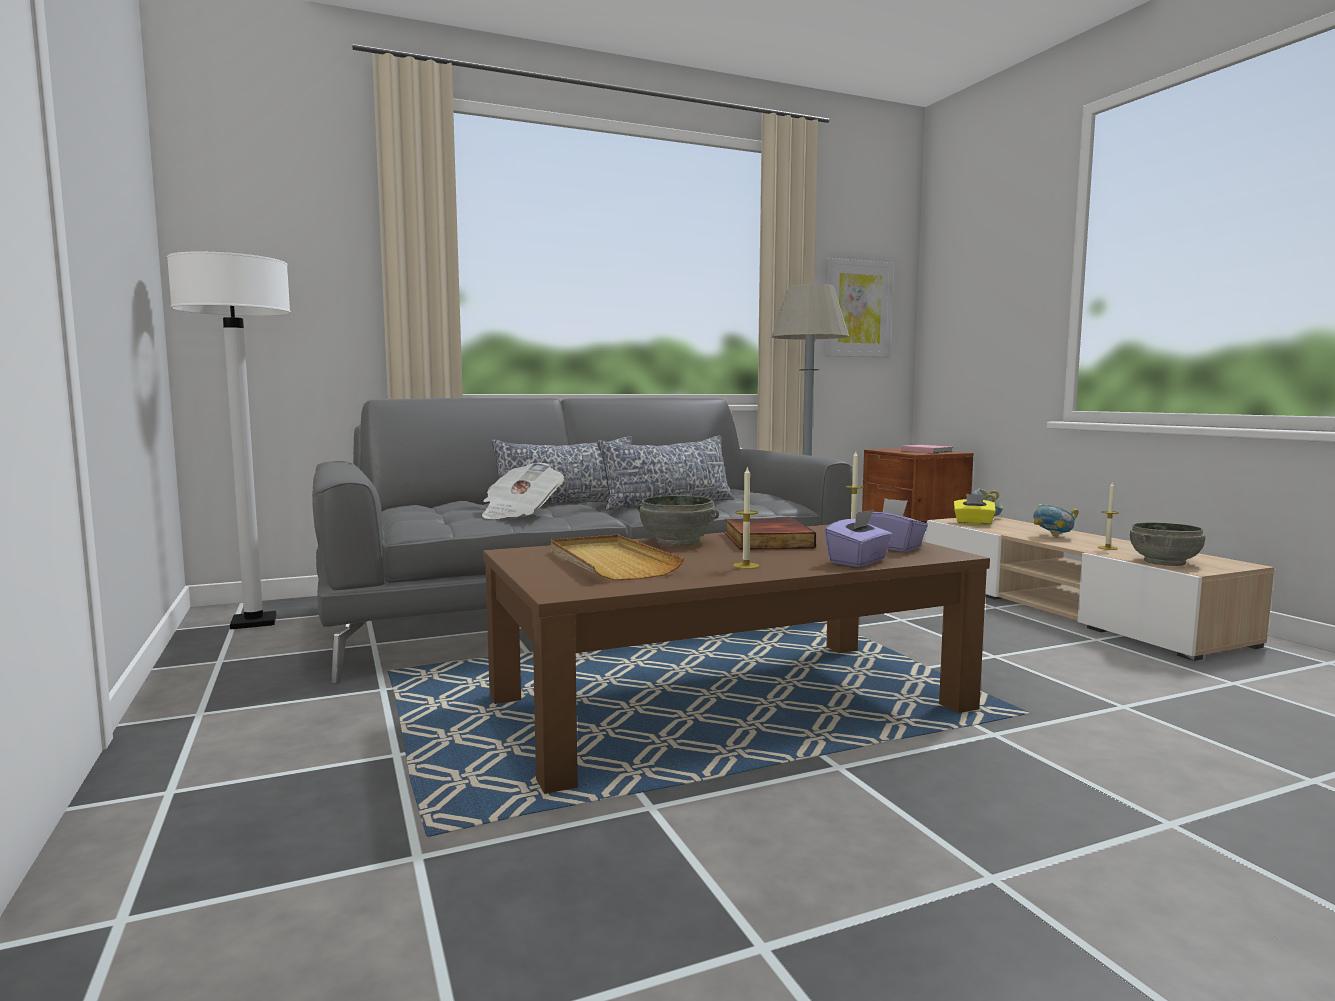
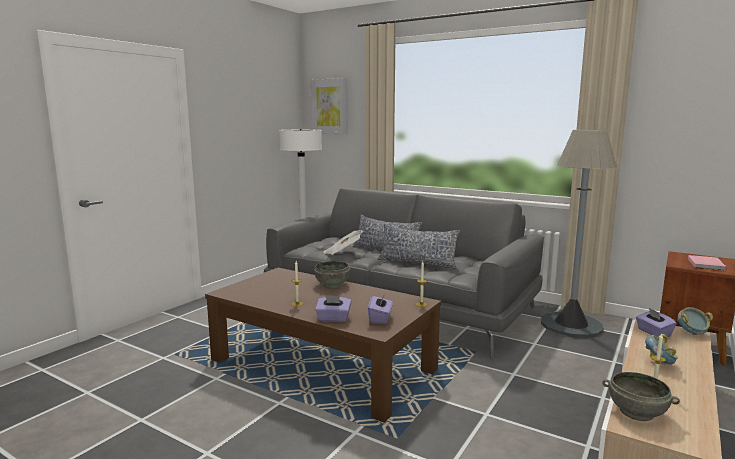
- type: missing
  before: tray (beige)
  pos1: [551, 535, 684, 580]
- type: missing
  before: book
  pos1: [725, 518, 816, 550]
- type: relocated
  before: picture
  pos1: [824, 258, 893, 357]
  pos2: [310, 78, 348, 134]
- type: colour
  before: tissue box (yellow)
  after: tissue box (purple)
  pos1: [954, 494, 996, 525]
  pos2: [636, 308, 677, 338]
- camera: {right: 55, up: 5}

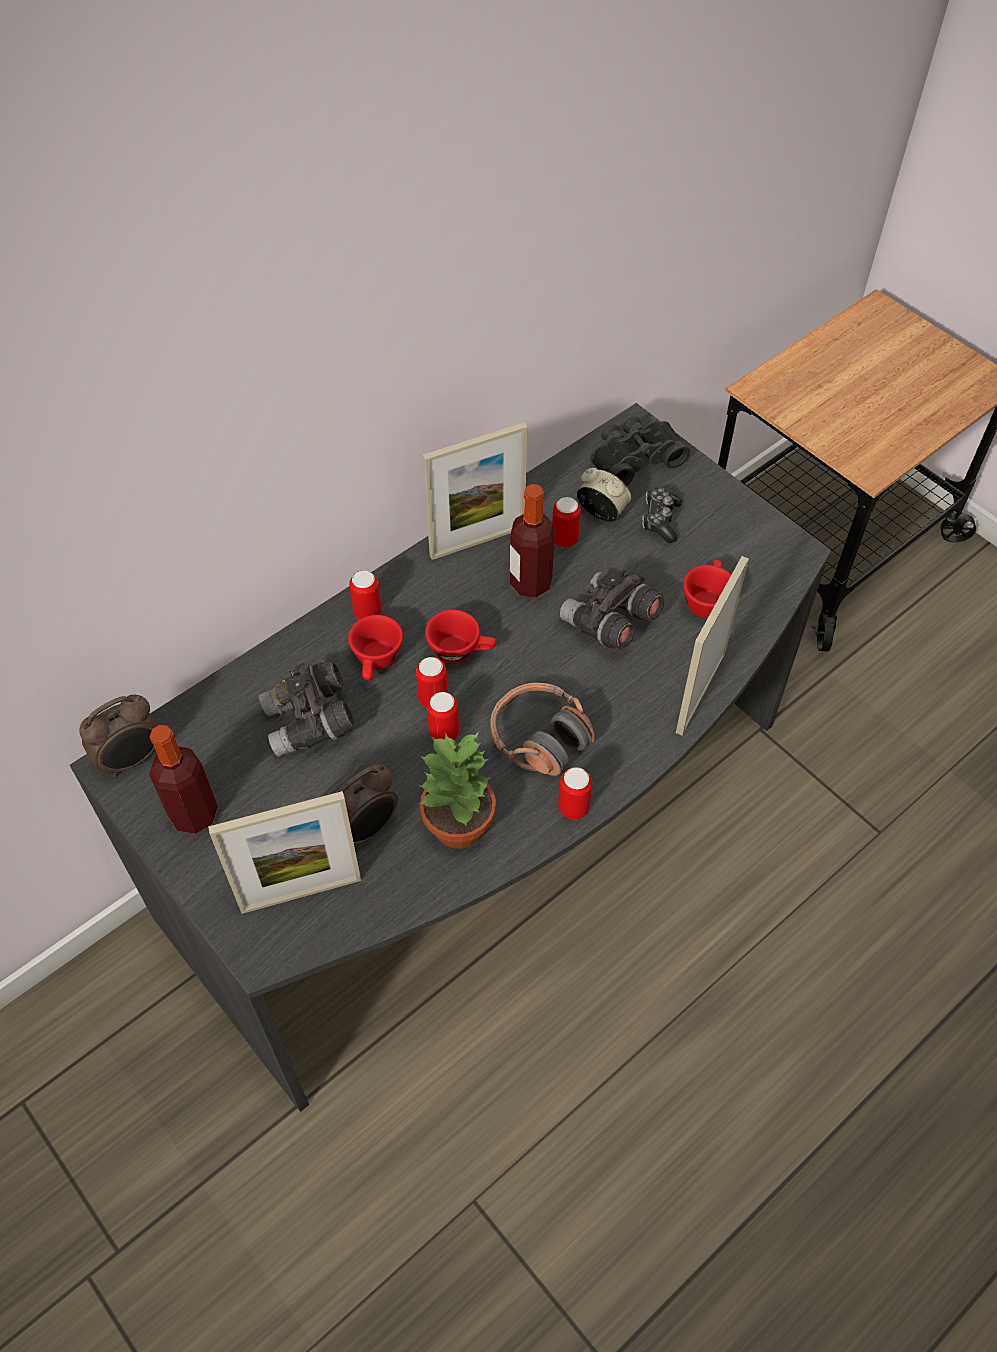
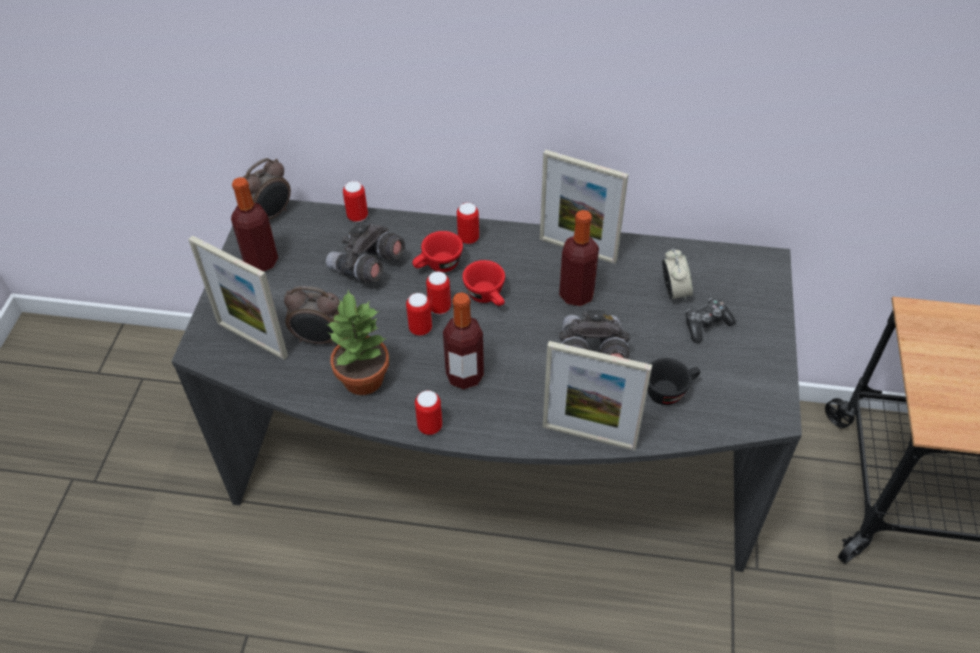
- type: spun
  before: alarm clock
  pos1: [79, 695, 157, 778]
  pos2: [242, 158, 291, 220]
  turn: -60
- type: exchanged
  before: headphones
  after: bottle
  pos1: [491, 683, 595, 776]
  pos2: [443, 292, 484, 389]
- type: relocated
  before: can
  pos1: [552, 497, 581, 548]
  pos2: [343, 181, 368, 222]
- type: missing
  before: binoculars (black)
  pos1: [590, 416, 690, 486]
- type: spun
  before: picture frame
  pos1: [676, 556, 749, 735]
  pos2: [543, 341, 652, 451]
  turn: -150
- type: colour
  before: cup (red)
  after: cup (black)
  pos1: [683, 559, 731, 618]
  pos2: [647, 358, 700, 405]
- camera: {right: 50, up: -5}

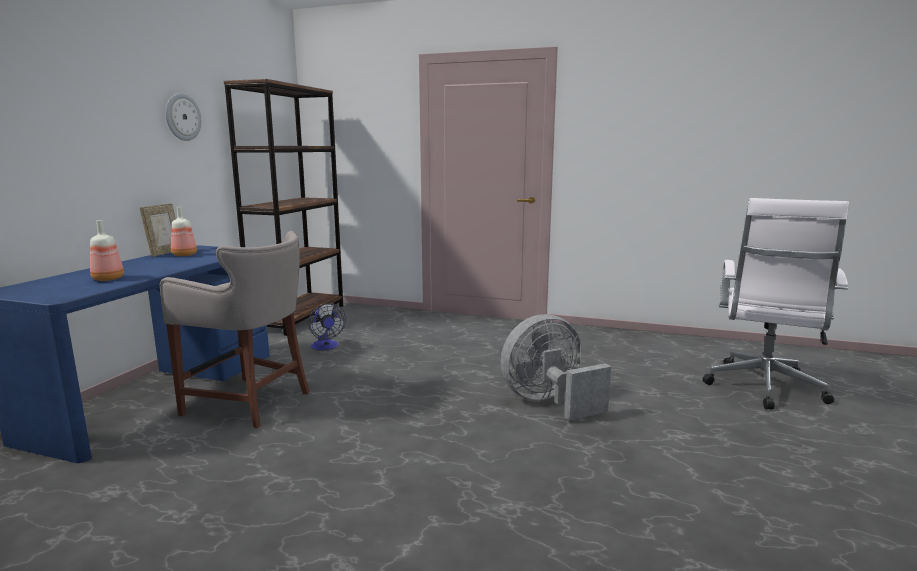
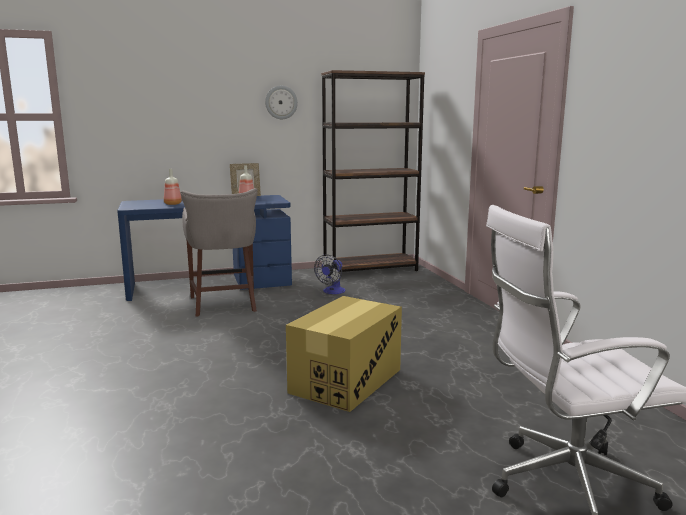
- type: exchanged
  before: fan (grey)
  after: cardboard box
  pos1: [501, 314, 611, 420]
  pos2: [286, 296, 402, 412]
- camera: {right: 55, up: 0}

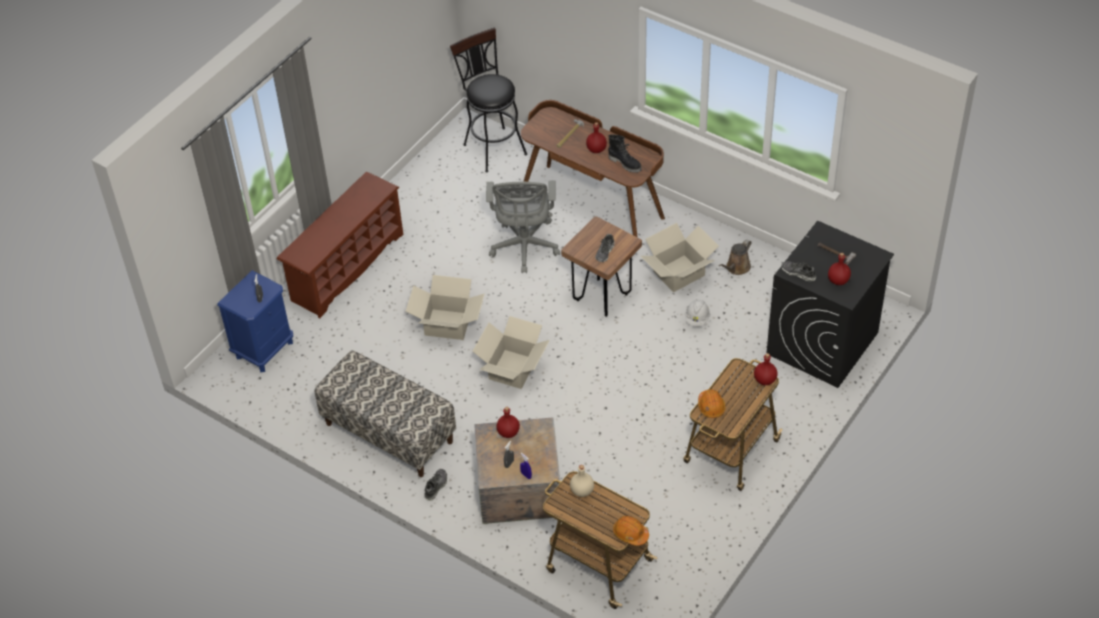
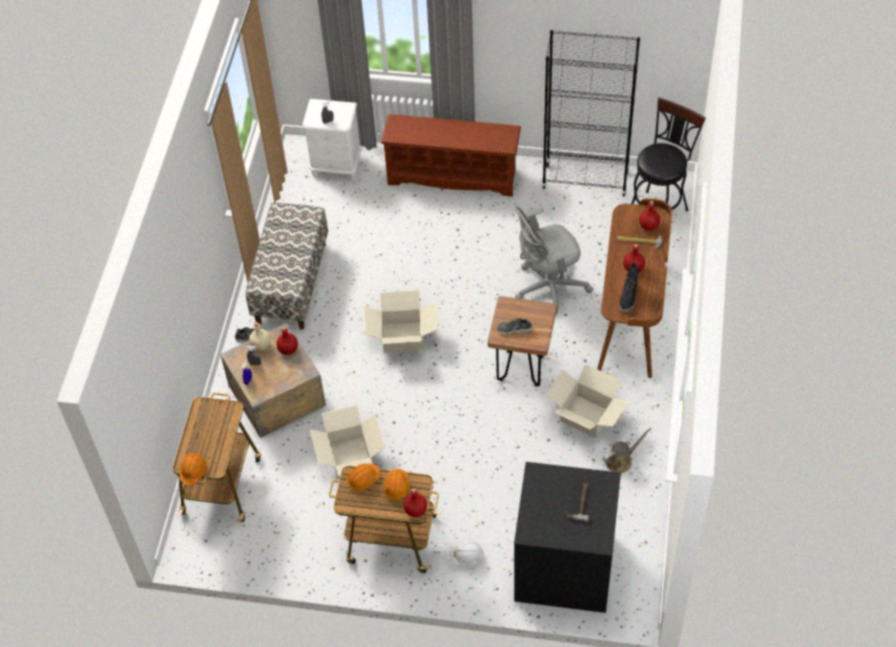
- type: colour
  before: nightstand (blue)
  after: nightstand (white)
  pos1: [217, 271, 293, 372]
  pos2: [302, 99, 362, 180]
- type: relocated
  before: cardboard box
  pos1: [406, 275, 484, 340]
  pos2: [310, 405, 385, 479]
- type: relocated
  before: bottle (beige)
  pos1: [570, 465, 594, 497]
  pos2: [249, 322, 271, 351]
- type: relocated
  before: hard hat (white)
  pos1: [685, 299, 710, 327]
  pos2: [450, 540, 484, 566]
- type: spun
  before: watering can (brown)
  pos1: [719, 239, 751, 275]
  pos2: [603, 428, 652, 473]
  turn: 135
- type: missing
  before: shoe
  pos1: [781, 261, 816, 281]
- type: relocated
  before: bottle (red)
  pos1: [828, 253, 851, 285]
  pos2: [639, 201, 660, 231]
- type: appeared
  after: hard hat (orange)
  pos2: [383, 469, 410, 500]
- type: appeared
  after: bookcase (black)
  pos2: [542, 30, 640, 196]
- camera: {right: 65, up: 5}

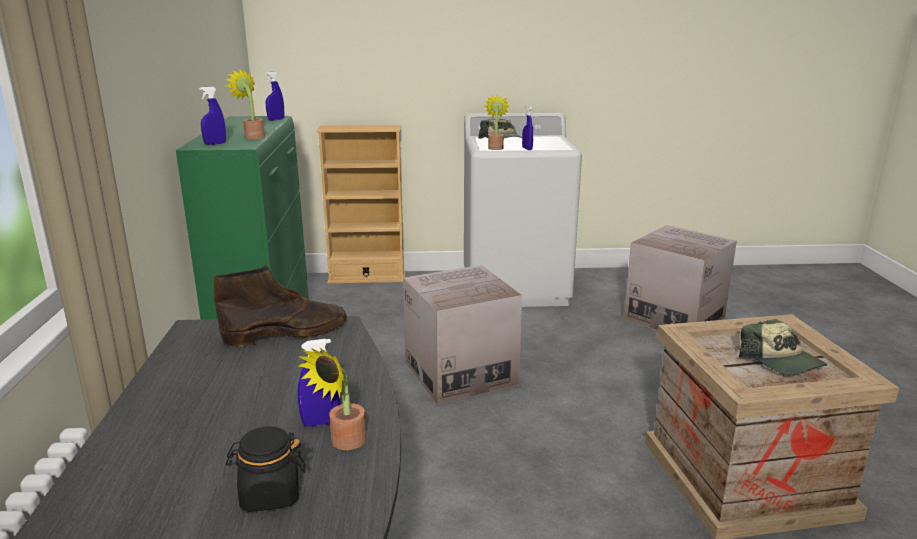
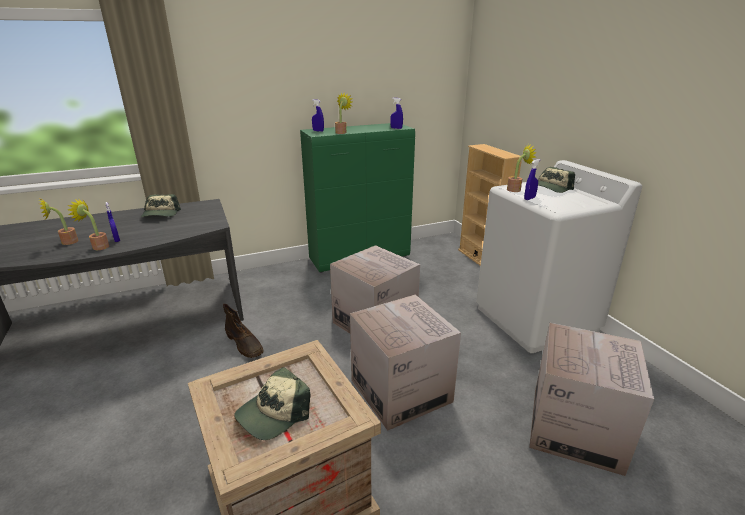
- type: relocated
  before: boot (brown)
  pos1: [213, 265, 347, 347]
  pos2: [223, 304, 264, 358]
- type: exchanged
  before: jar (black)
  after: potted plant
  pos1: [226, 426, 305, 512]
  pos2: [39, 199, 79, 245]
- type: appeared
  after: cap
  pos2: [141, 194, 181, 217]
- type: appeared
  after: cardboard box
  pos2: [350, 295, 461, 431]
- camera: {right: 70, up: 5}

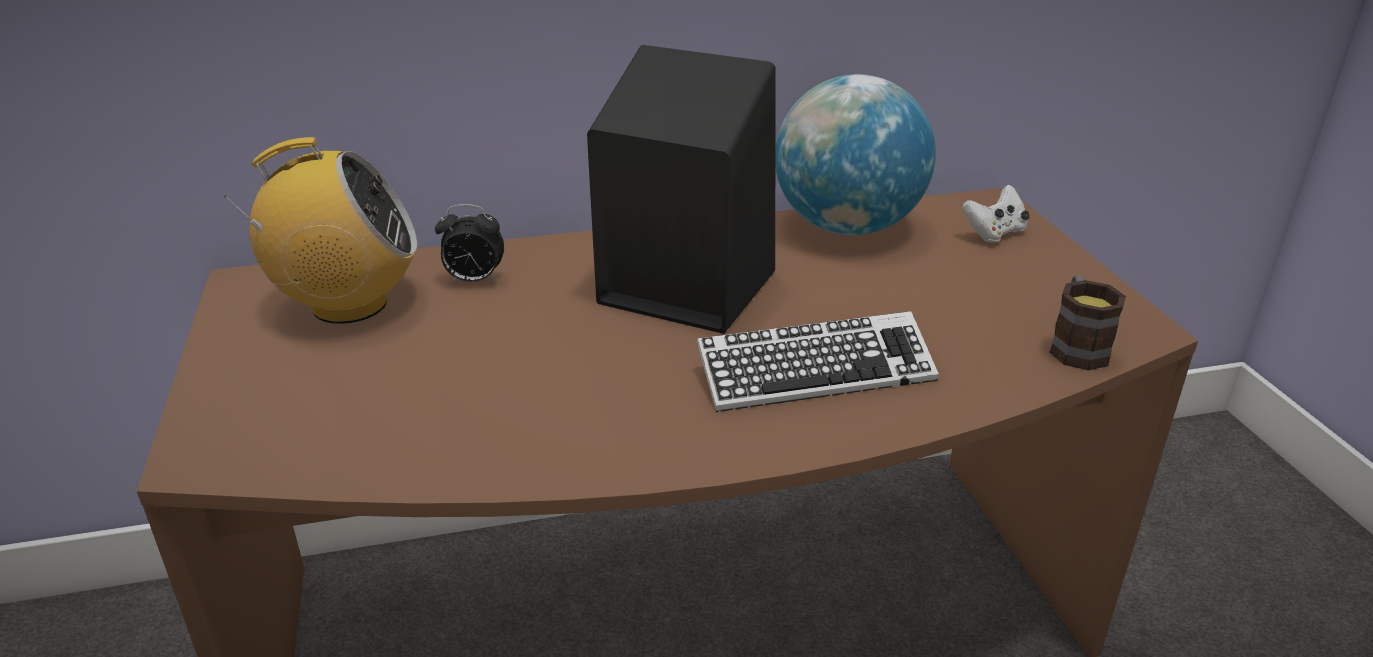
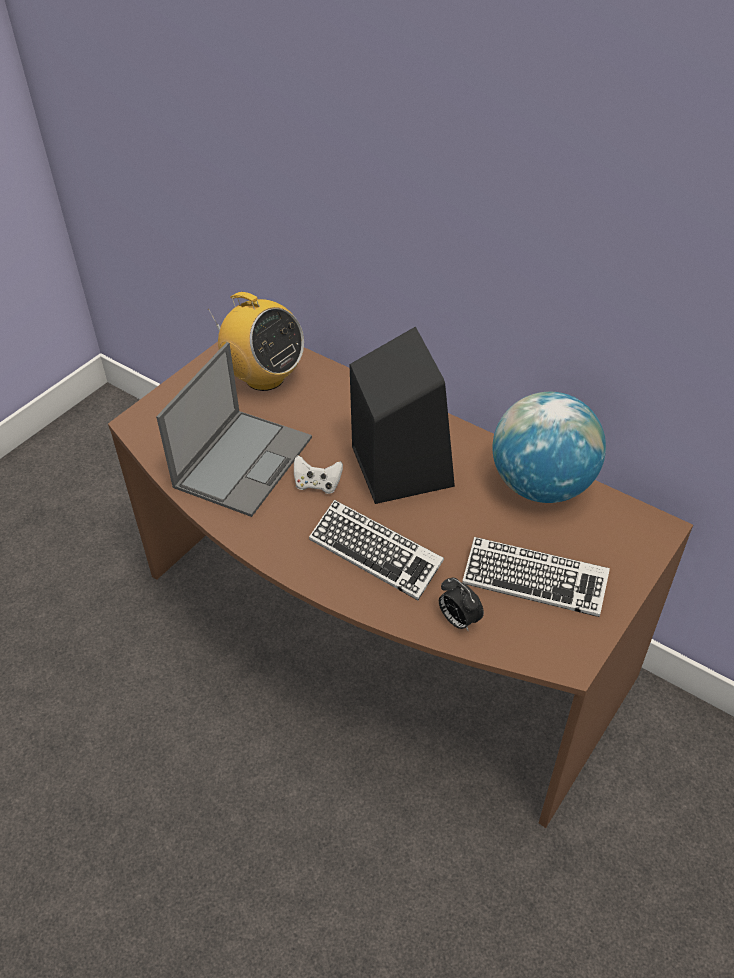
- type: relocated
  before: alarm clock
  pos1: [435, 204, 504, 282]
  pos2: [439, 578, 484, 632]
- type: relocated
  before: game controller (white)
  pos1: [962, 184, 1030, 243]
  pos2: [294, 455, 343, 494]
- type: missing
  before: mug
  pos1: [1049, 275, 1126, 370]
- type: appeared
  after: laptop
  pos2: [156, 342, 312, 517]
- type: appeared
  after: keyboard
  pos2: [462, 537, 610, 617]
- camera: {right: 50, up: 15}

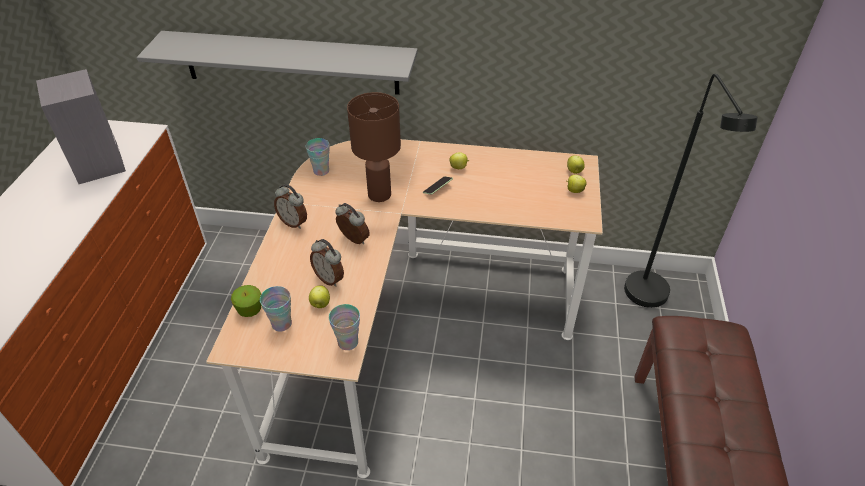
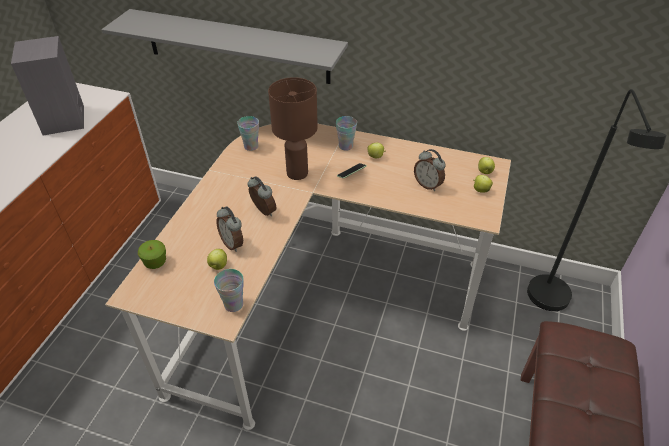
- type: relocated
  before: cup
  pos1: [260, 286, 292, 332]
  pos2: [336, 116, 357, 151]
- type: relocated
  before: alarm clock
  pos1: [274, 184, 307, 229]
  pos2: [414, 149, 445, 191]
- camera: {right: 10, up: 0}

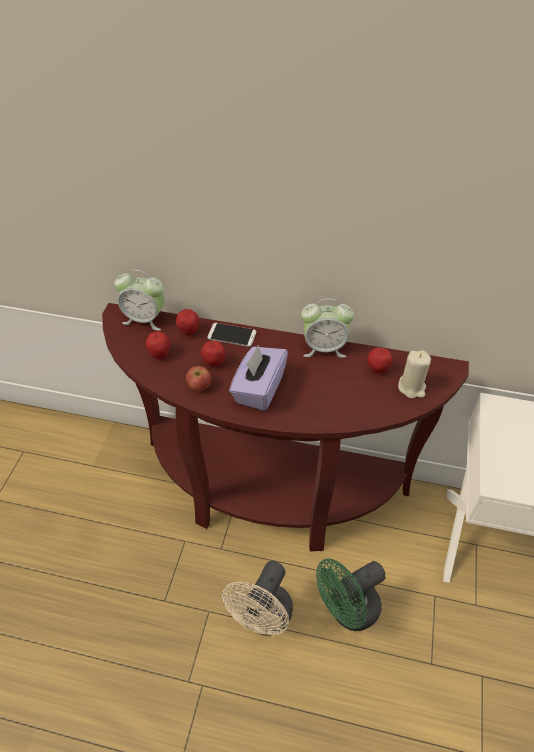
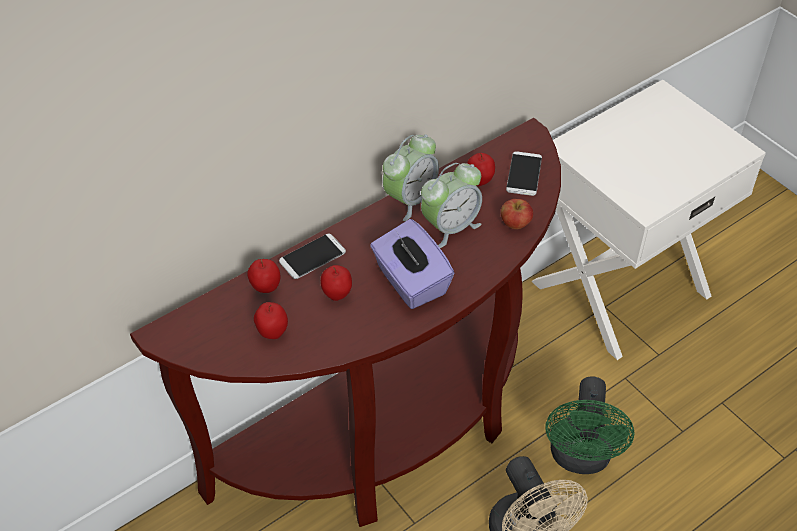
- type: relocated
  before: alarm clock
  pos1: [114, 270, 164, 331]
  pos2: [421, 163, 482, 248]
- type: relocated
  before: apple
  pos1: [186, 366, 211, 391]
  pos2: [501, 199, 533, 229]
- type: exchanged
  before: candle (beige)
  after: phone
  pos1: [398, 350, 431, 399]
  pos2: [506, 151, 542, 196]
- camera: {right: -50, up: 0}

